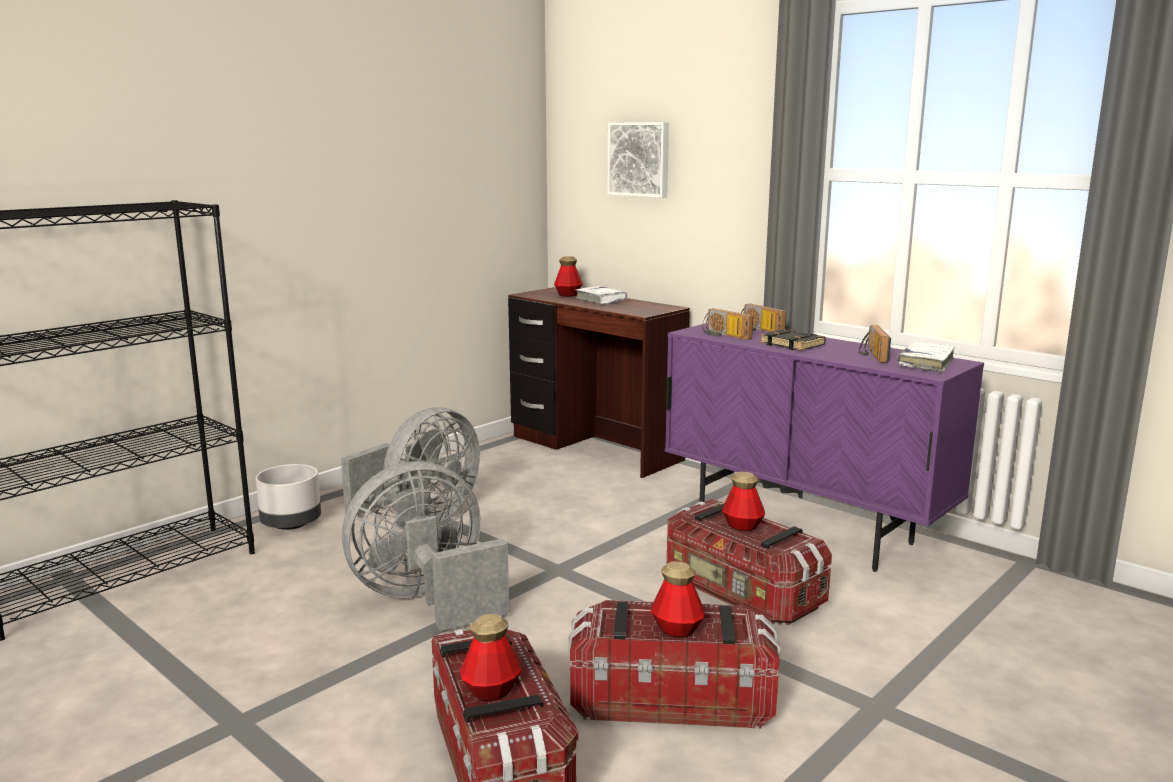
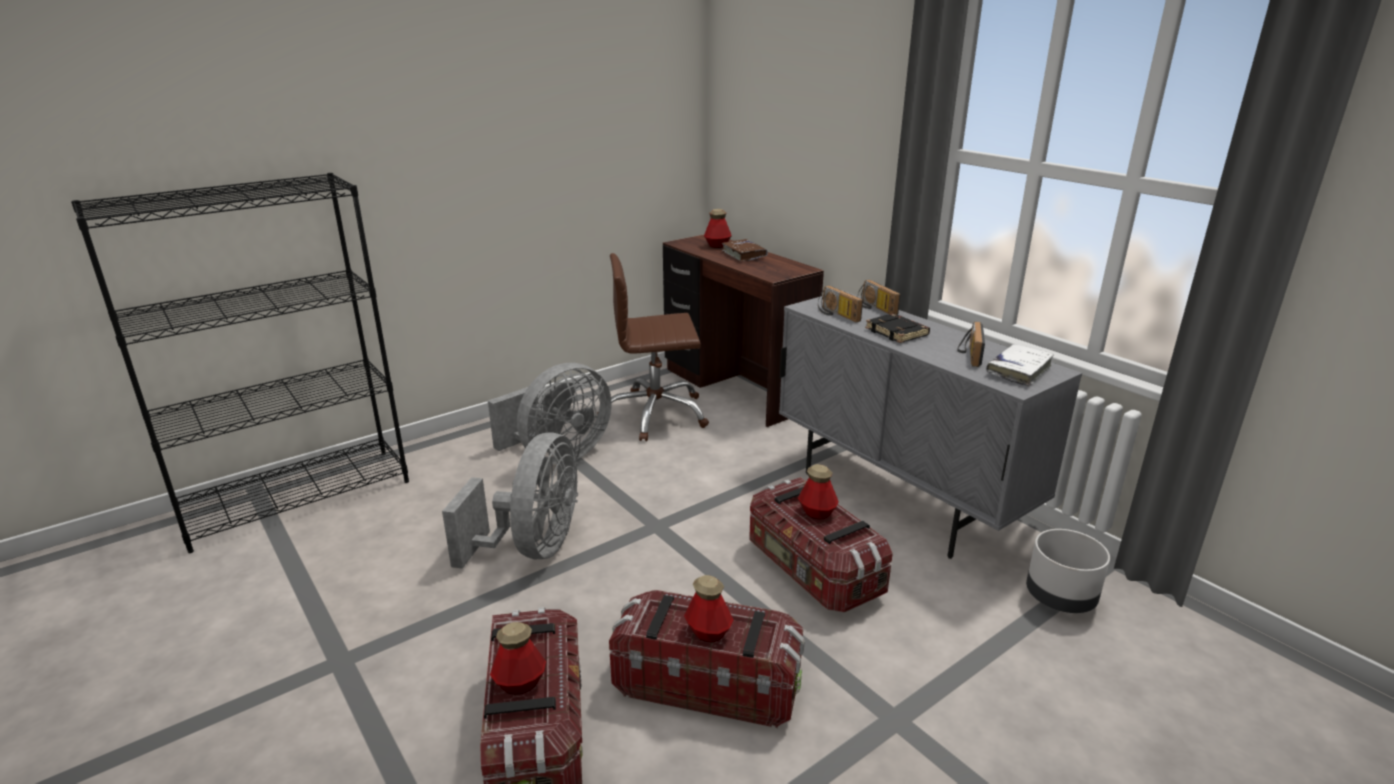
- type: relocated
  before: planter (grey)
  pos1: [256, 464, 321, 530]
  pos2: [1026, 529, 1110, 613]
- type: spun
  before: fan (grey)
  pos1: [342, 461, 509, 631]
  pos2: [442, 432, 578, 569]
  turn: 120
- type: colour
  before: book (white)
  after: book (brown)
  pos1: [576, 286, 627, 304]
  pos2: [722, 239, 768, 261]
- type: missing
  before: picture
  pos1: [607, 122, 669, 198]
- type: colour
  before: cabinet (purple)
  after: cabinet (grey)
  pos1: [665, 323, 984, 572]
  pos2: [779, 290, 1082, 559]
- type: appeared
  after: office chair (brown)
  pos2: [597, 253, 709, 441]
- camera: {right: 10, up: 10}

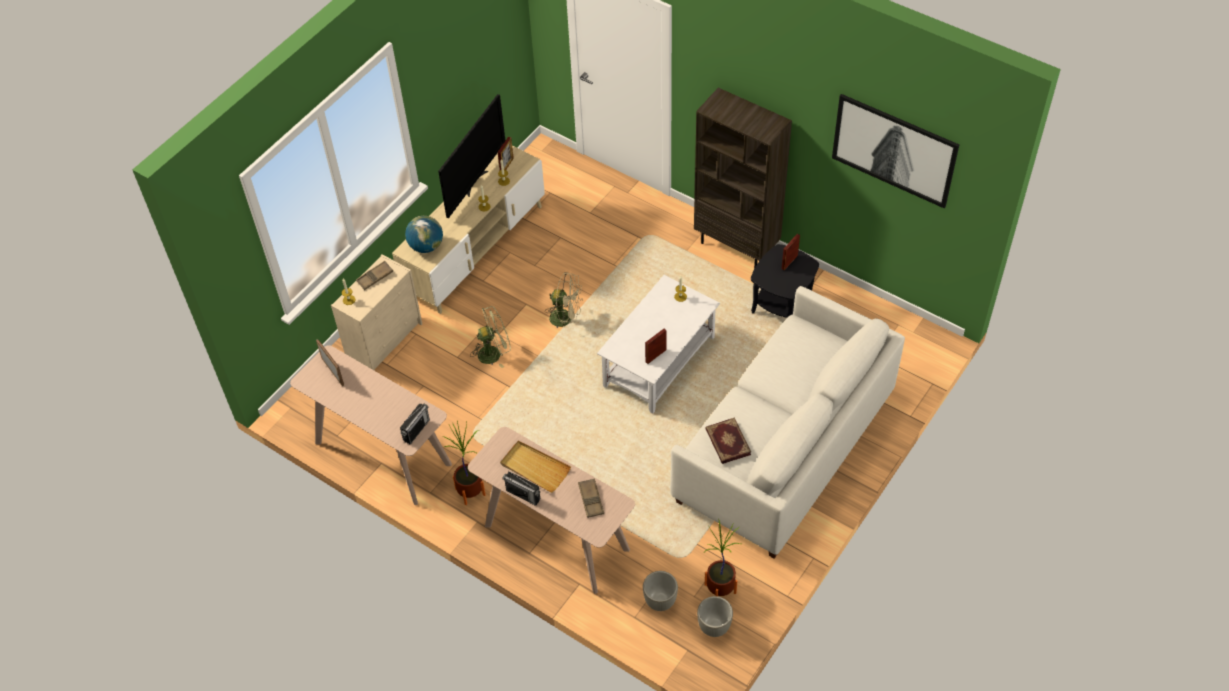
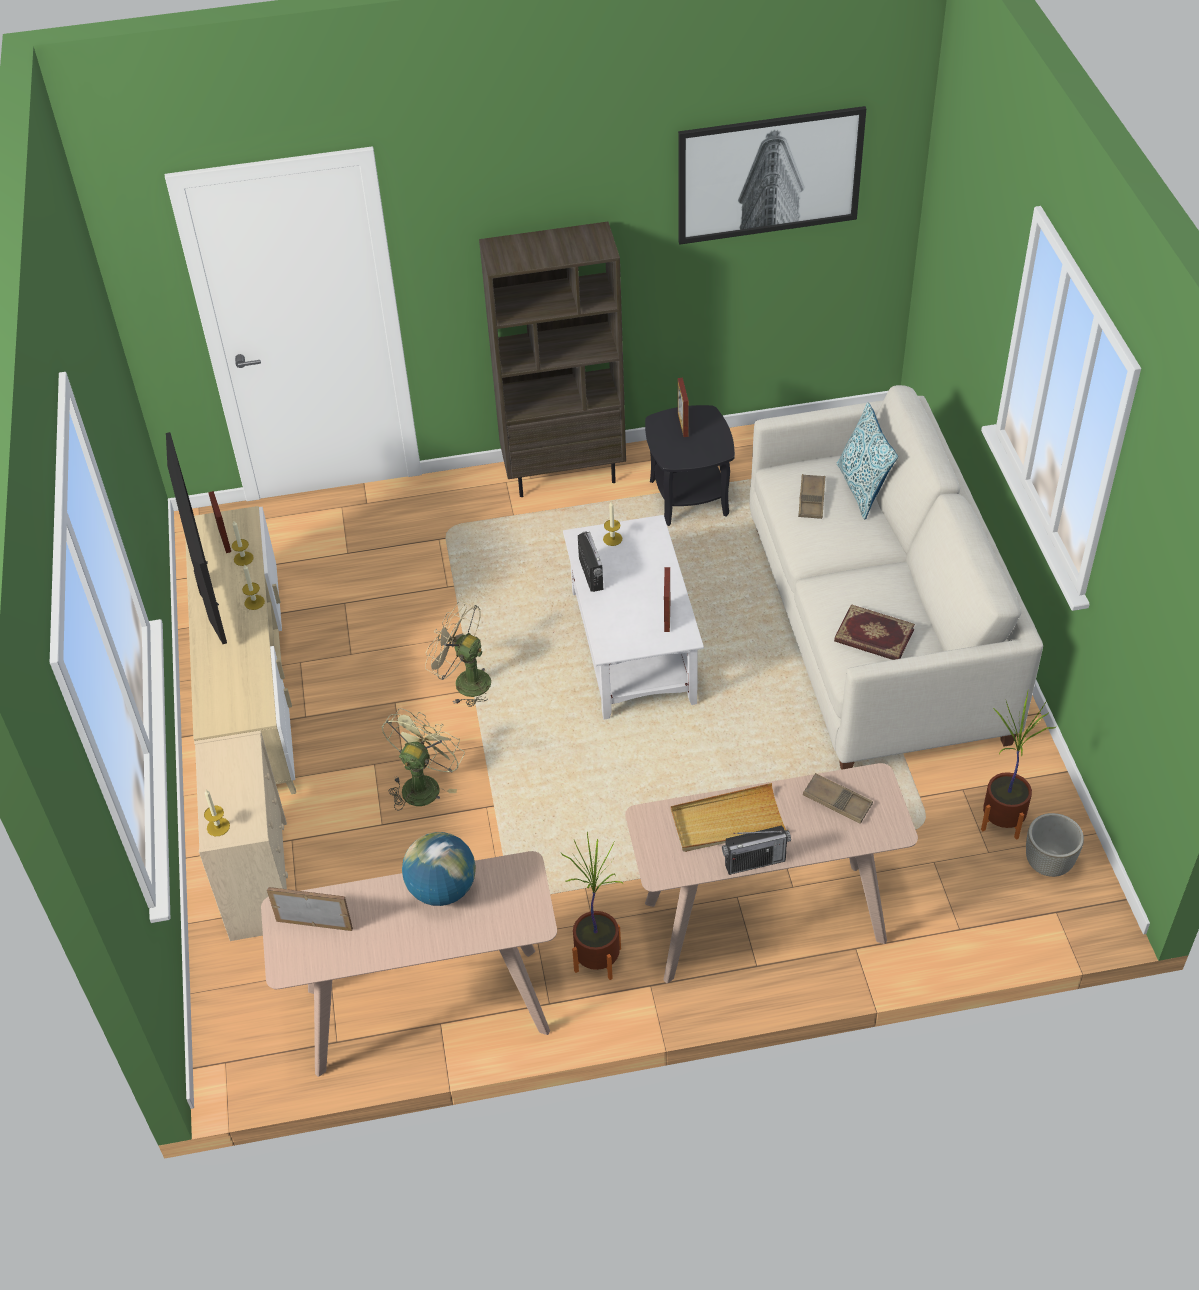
- type: relocated
  before: tray (brown)
  pos1: [356, 261, 393, 290]
  pos2: [798, 474, 825, 519]
- type: relocated
  before: radio
  pos1: [400, 404, 430, 445]
  pos2: [578, 531, 603, 592]
- type: relocated
  before: globe
  pos1: [405, 216, 443, 253]
  pos2: [402, 832, 476, 906]
- type: spun
  before: fan (beige)
  pos1: [545, 272, 583, 328]
  pos2: [425, 601, 491, 707]
  turn: -120
- type: missing
  before: planter (grey)
  pos1: [643, 571, 678, 611]
- type: appeared
  after: pillow
  pos2: [837, 402, 898, 519]
- camera: {right: -45, up: -5}

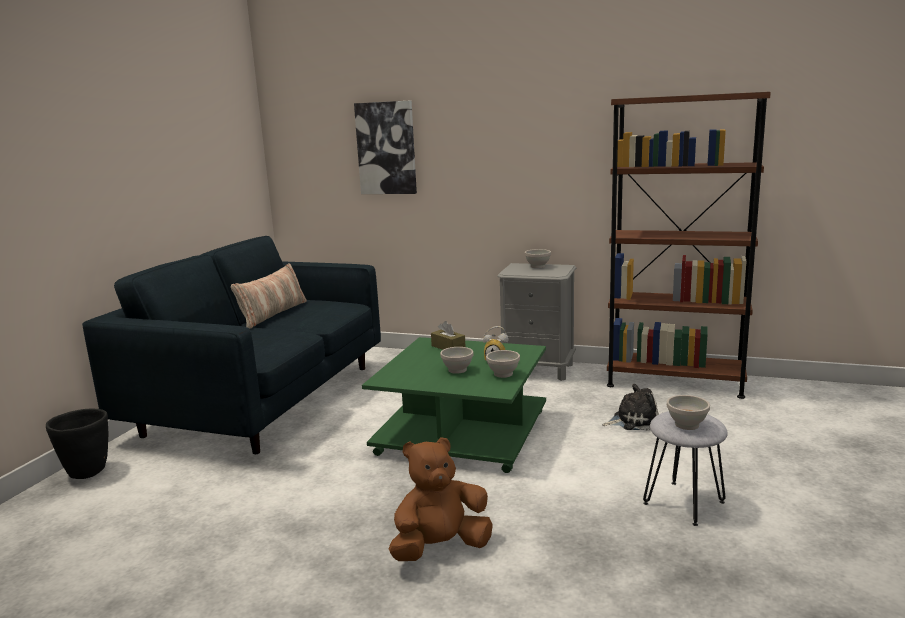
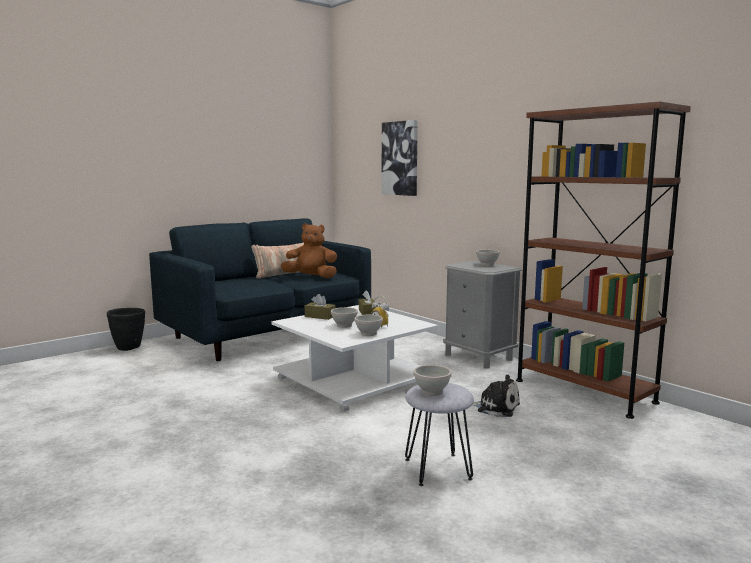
- type: colour
  before: coffee table (green)
  after: coffee table (white)
  pos1: [362, 337, 546, 473]
  pos2: [272, 305, 438, 412]
- type: relocated
  before: plush toy (brown)
  pos1: [388, 437, 493, 561]
  pos2: [280, 223, 337, 278]
- type: appeared
  after: tissue box (brown)
  pos2: [305, 294, 336, 320]
- camera: {right: 30, up: -5}

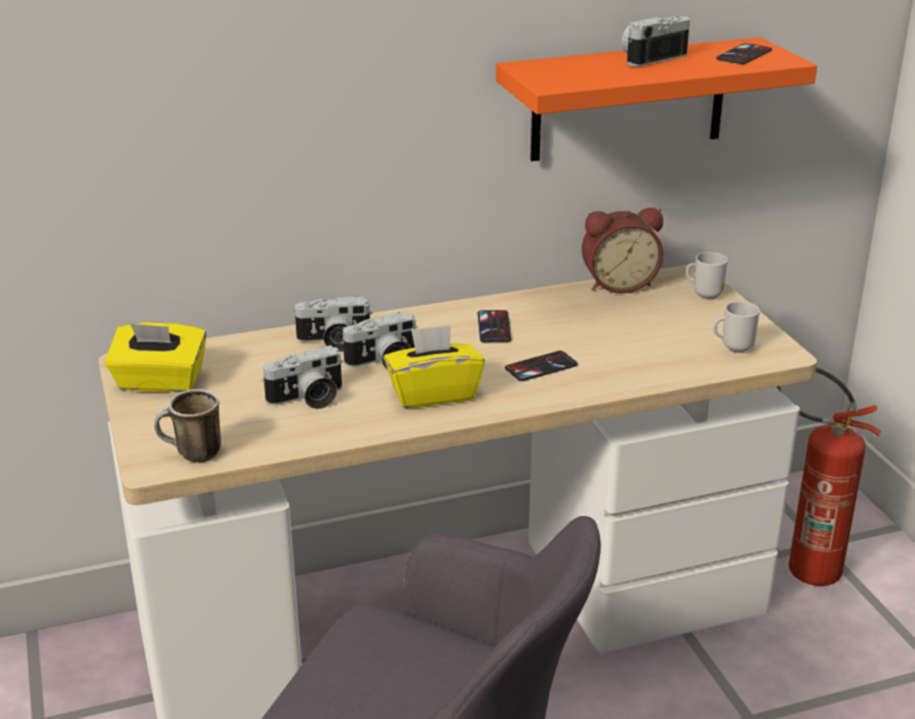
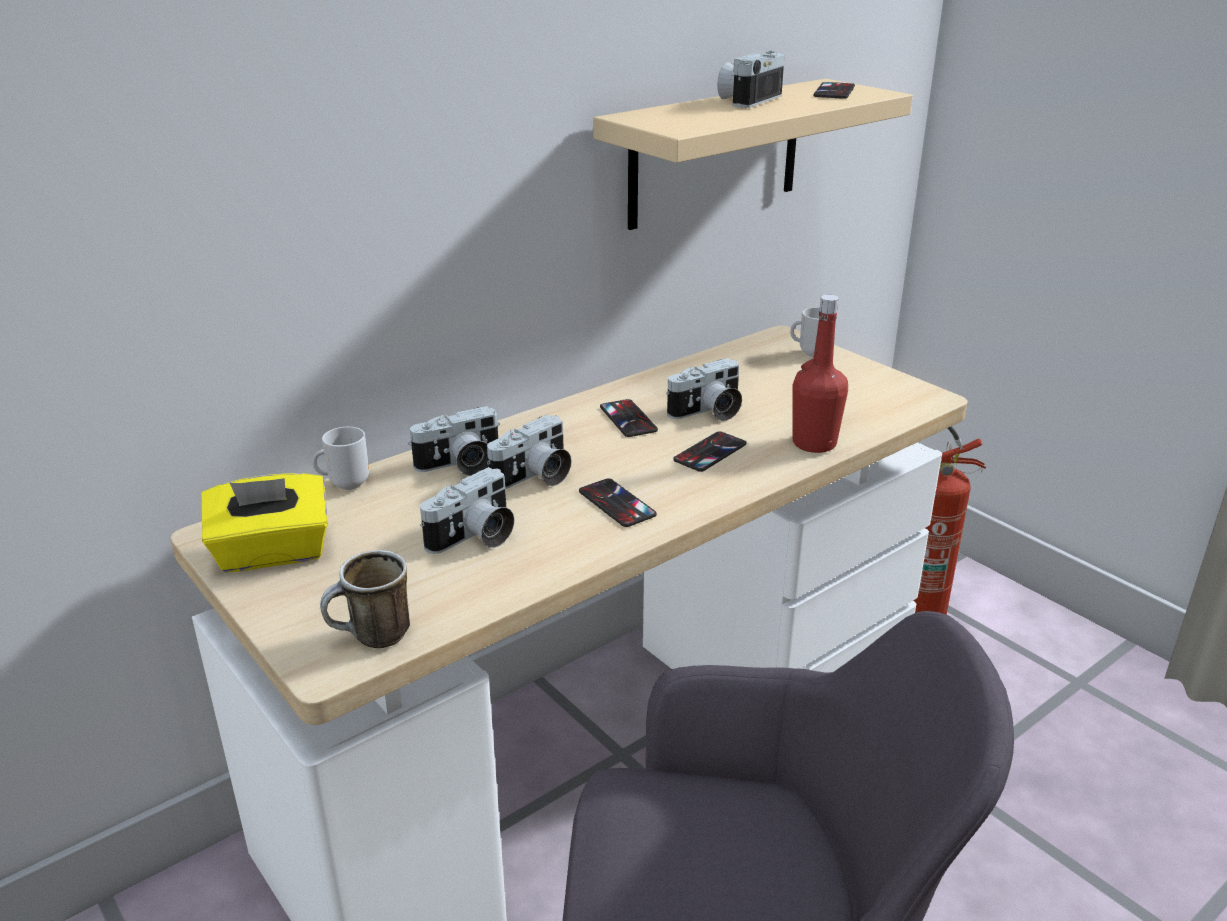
- type: exchanged
  before: tissue box (yellow)
  after: phone
  pos1: [383, 325, 485, 408]
  pos2: [579, 479, 657, 527]
- type: colour
  before: shelf (orange)
  after: shelf (beige)
  pos1: [496, 37, 817, 161]
  pos2: [593, 79, 913, 230]
- type: missing
  before: alarm clock
  pos1: [582, 208, 663, 294]
- type: relocated
  before: mug
  pos1: [713, 301, 760, 353]
  pos2: [312, 427, 369, 490]
- type: appeared
  after: photo camera
  pos2: [666, 358, 742, 421]
- type: appeared
  after: bottle (red)
  pos2: [792, 294, 848, 453]
- camera: {right: -20, up: 0}

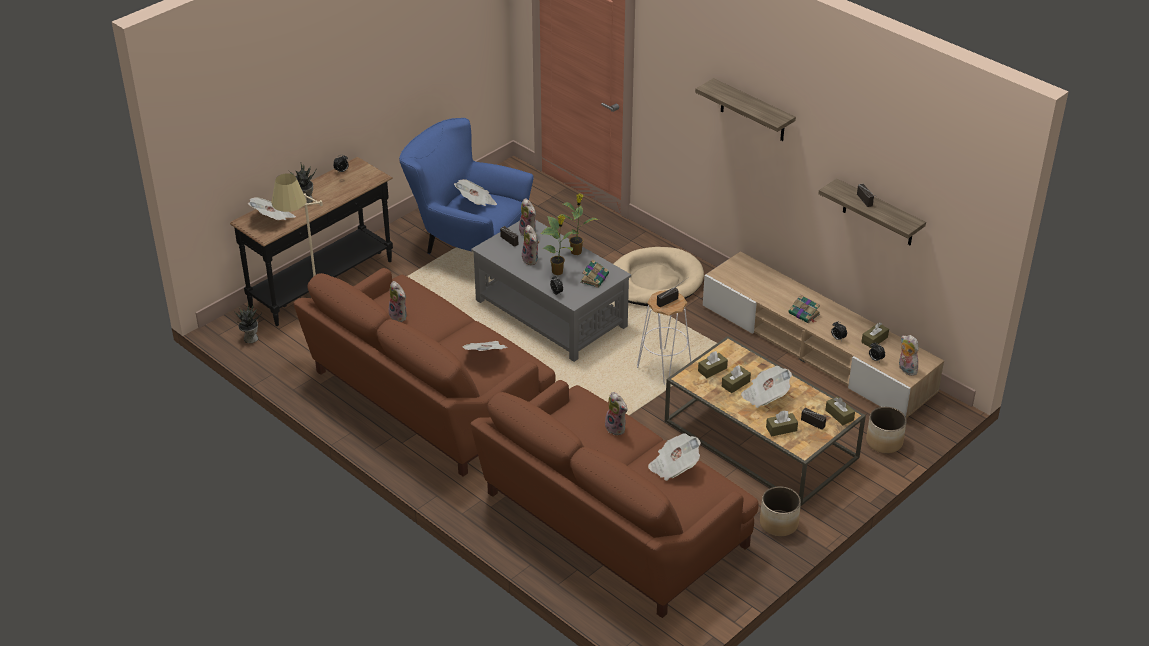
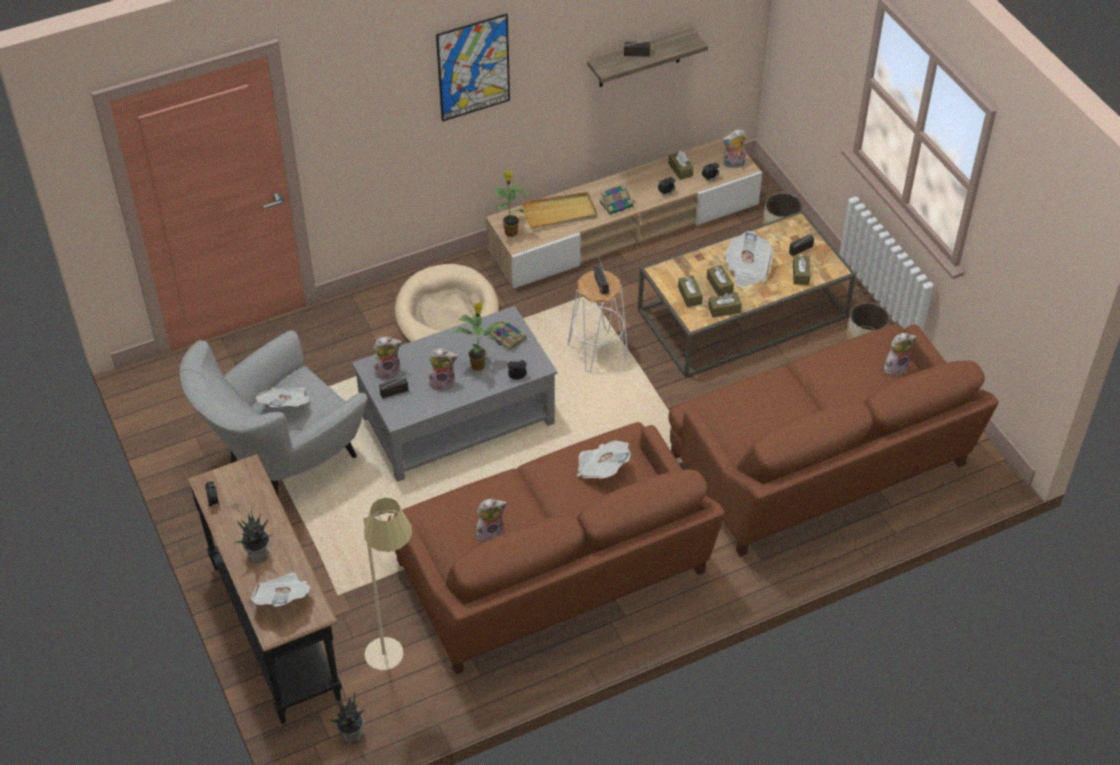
- type: colour
  before: armchair (blue)
  after: armchair (grey)
  pos1: [399, 118, 534, 254]
  pos2: [180, 330, 368, 496]
- type: relocated
  before: potted plant
  pos1: [556, 193, 599, 255]
  pos2: [493, 171, 528, 237]
- type: relocated
  before: plush toy
  pos1: [605, 392, 627, 435]
  pos2: [884, 333, 917, 375]
- type: missing
  before: newspaper
  pos1: [648, 433, 701, 481]
- type: exchanged
  before: shelf
  after: picture
  pos1: [695, 78, 796, 141]
  pos2: [436, 13, 510, 122]
- type: relocated
  before: tissue box (brown)
  pos1: [825, 396, 855, 425]
  pos2: [708, 293, 742, 317]
- type: appeared
  after: tray (beige)
  pos2: [522, 192, 597, 229]
- camera: {right: -70, up: 10}

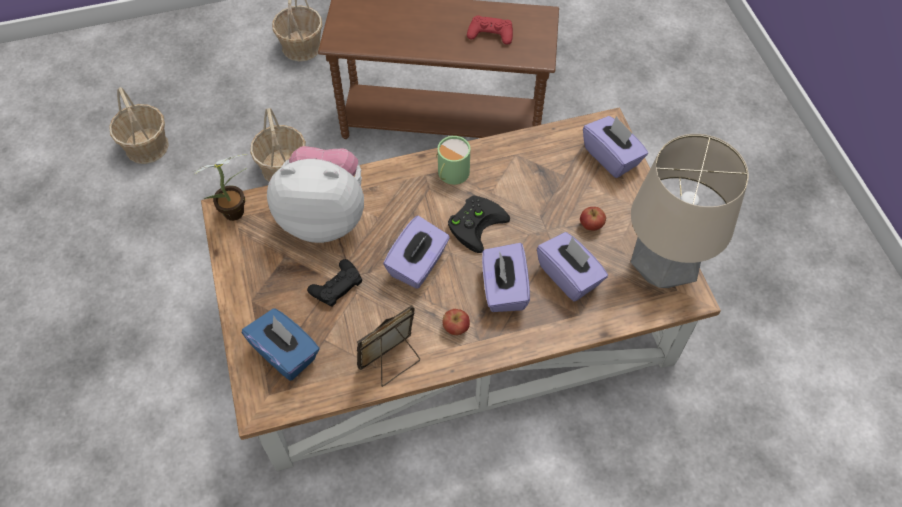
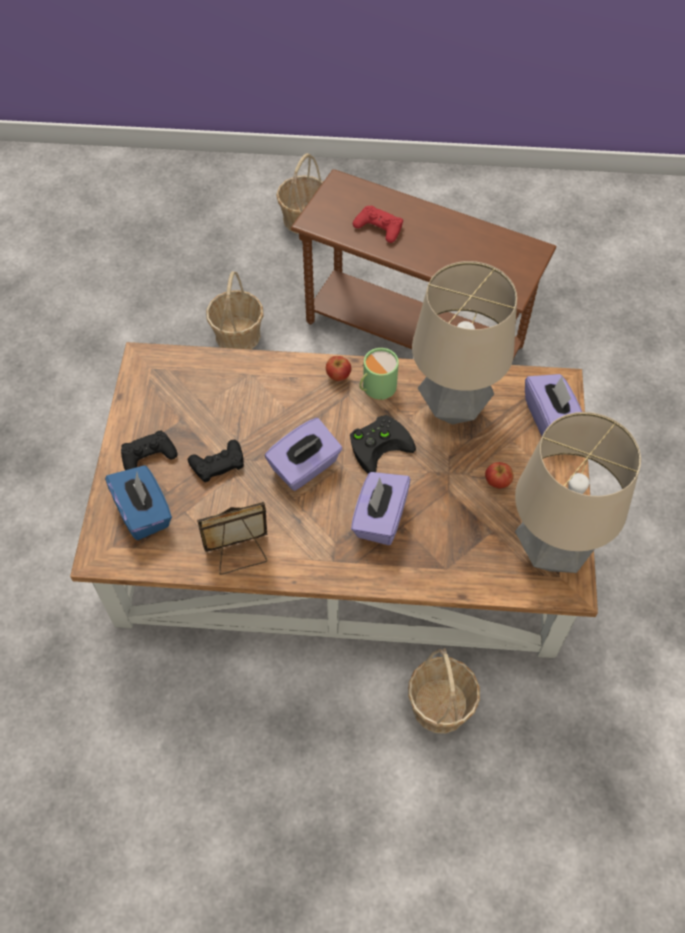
- type: relocated
  before: basket
  pos1: [109, 87, 169, 164]
  pos2: [408, 648, 480, 734]
- type: missing
  before: potted plant
  pos1: [193, 154, 249, 221]
- type: missing
  before: plush toy
  pos1: [267, 146, 364, 243]
- type: relocated
  before: apple
  pos1: [443, 309, 470, 335]
  pos2: [326, 356, 351, 381]
- type: relocated
  before: game controller (red)
  pos1: [467, 15, 513, 45]
  pos2: [353, 206, 403, 243]
- type: missing
  before: tissue box (purple)
  pos1: [537, 232, 608, 302]
- type: appeared
  after: game controller (black)
  pos2: [121, 430, 177, 470]
- type: appeared
  after: table lamp
  pos2: [412, 261, 517, 424]
- camera: {right: 20, up: 0}

